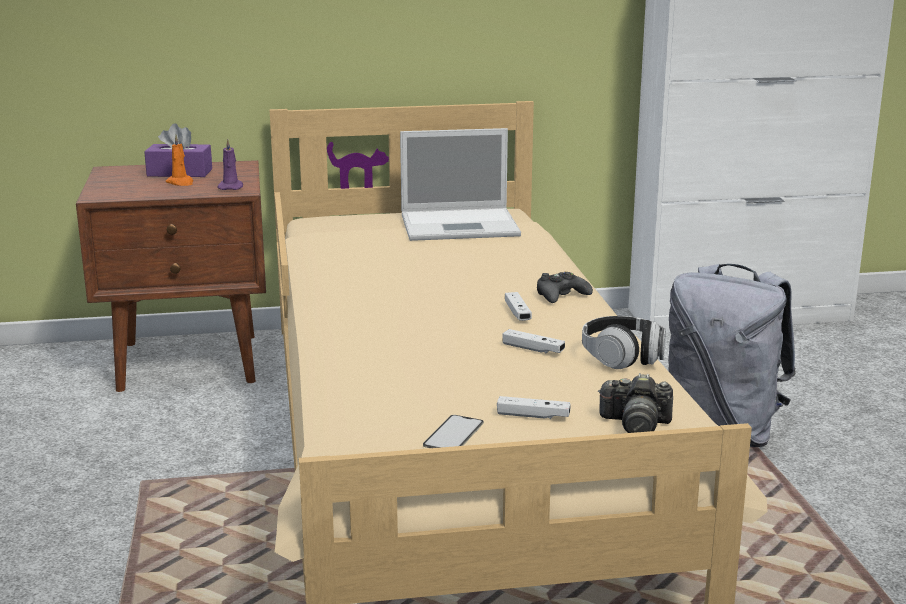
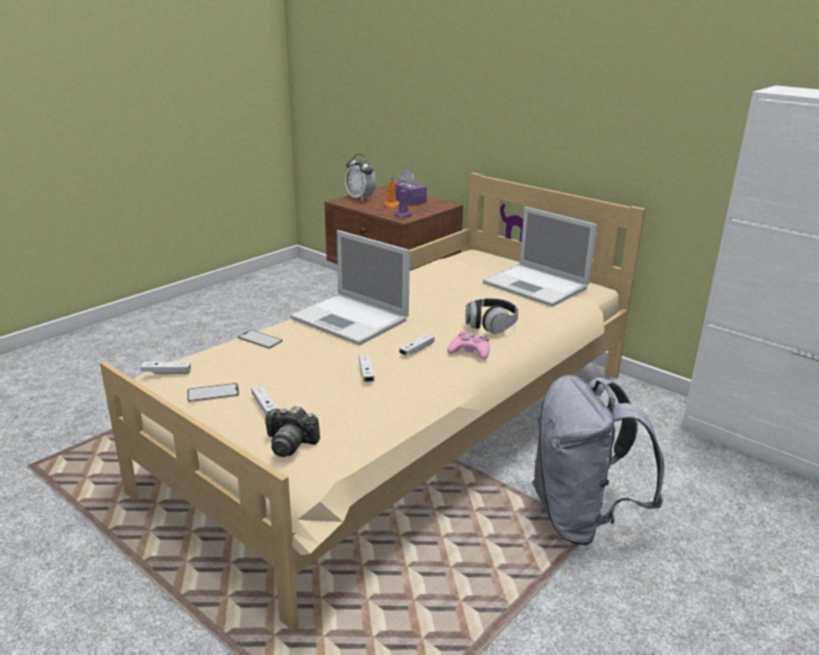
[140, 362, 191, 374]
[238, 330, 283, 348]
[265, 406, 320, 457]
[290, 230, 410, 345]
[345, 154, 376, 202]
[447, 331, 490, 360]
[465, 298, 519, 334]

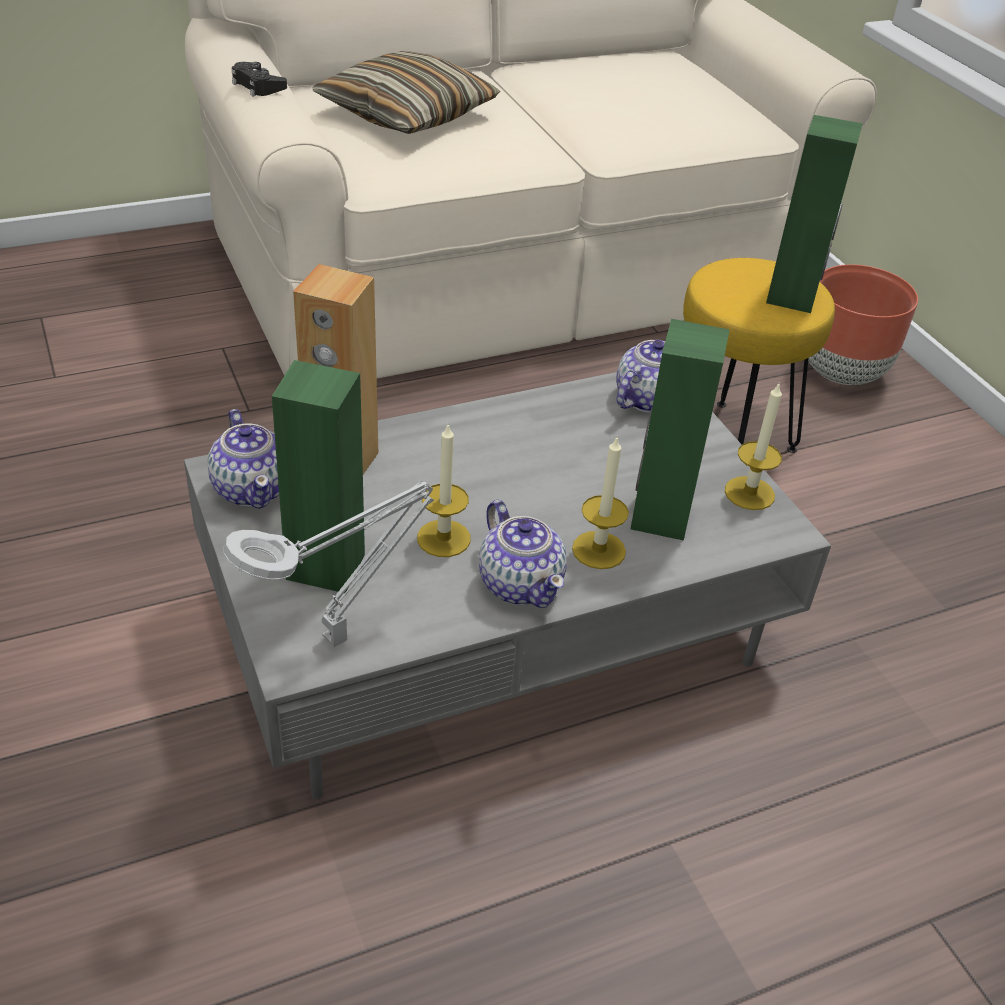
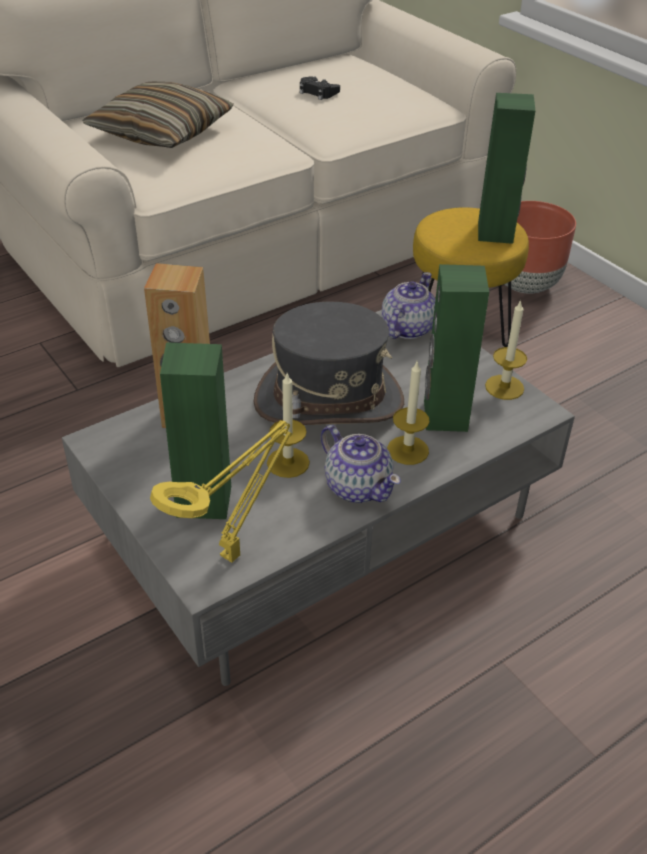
[150, 420, 293, 563]
[253, 301, 404, 425]
[300, 76, 340, 100]
[208, 409, 279, 509] (first image)

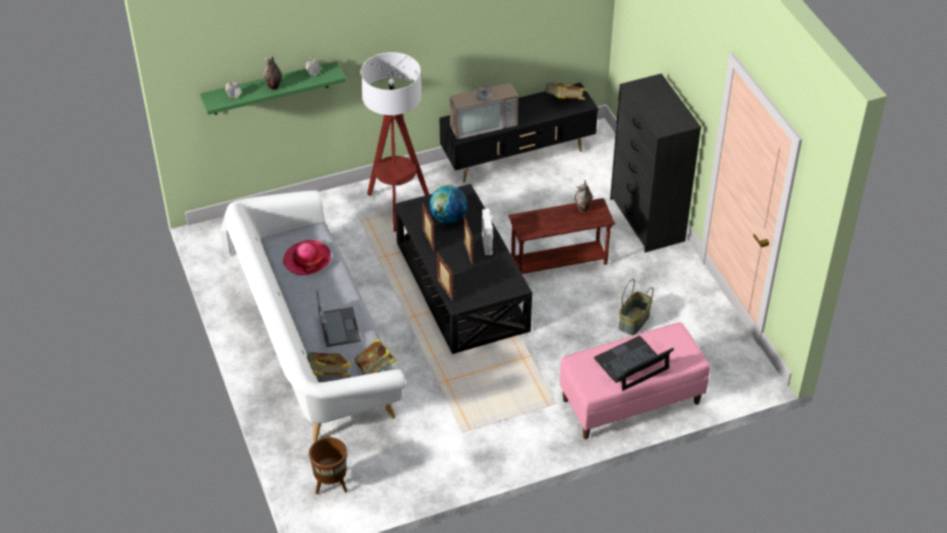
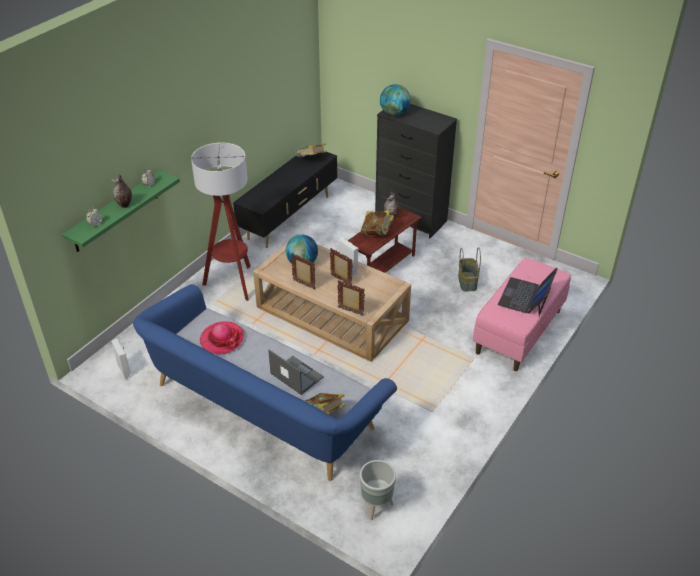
[133, 284, 397, 481]
[253, 241, 411, 362]
[360, 460, 396, 520]
[361, 210, 394, 236]
[380, 84, 410, 116]
[450, 67, 518, 139] (first image)

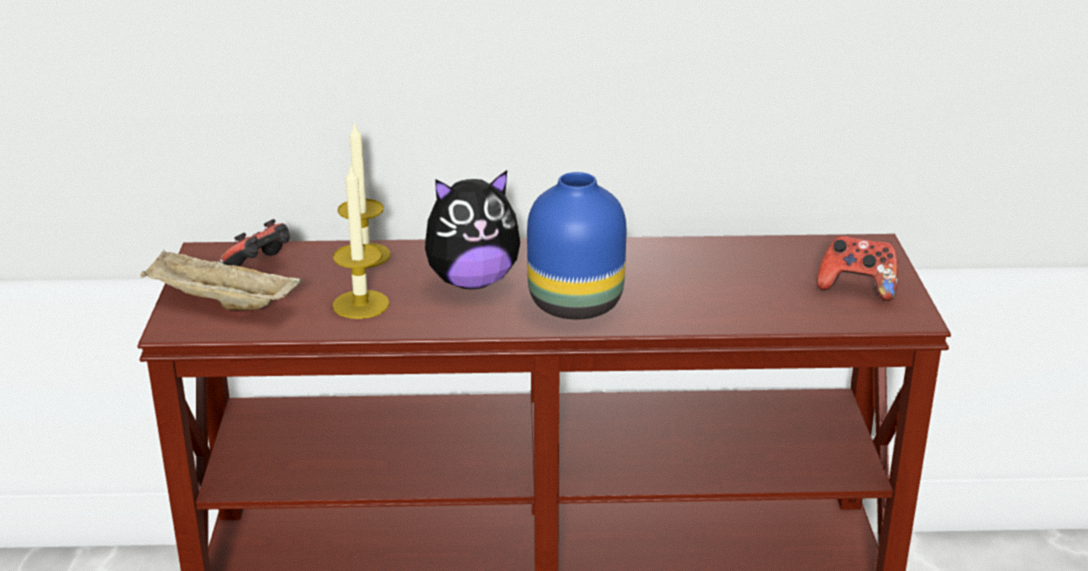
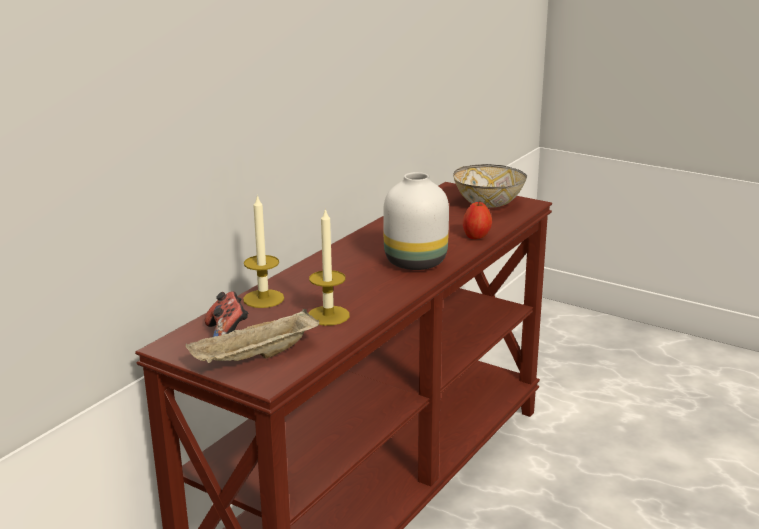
[383, 172, 449, 270]
[453, 164, 527, 208]
[463, 201, 492, 239]
[425, 170, 520, 289] (first image)

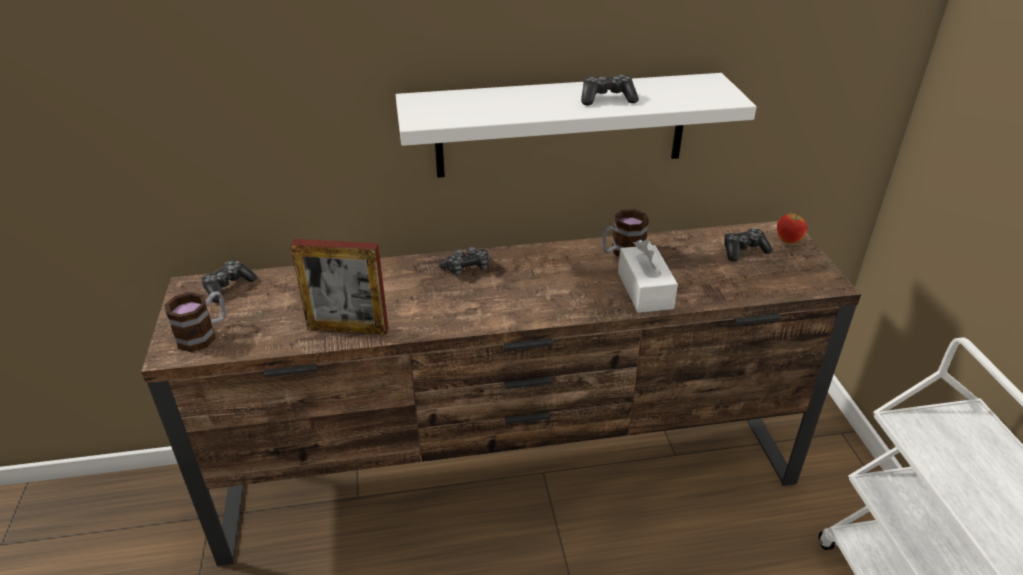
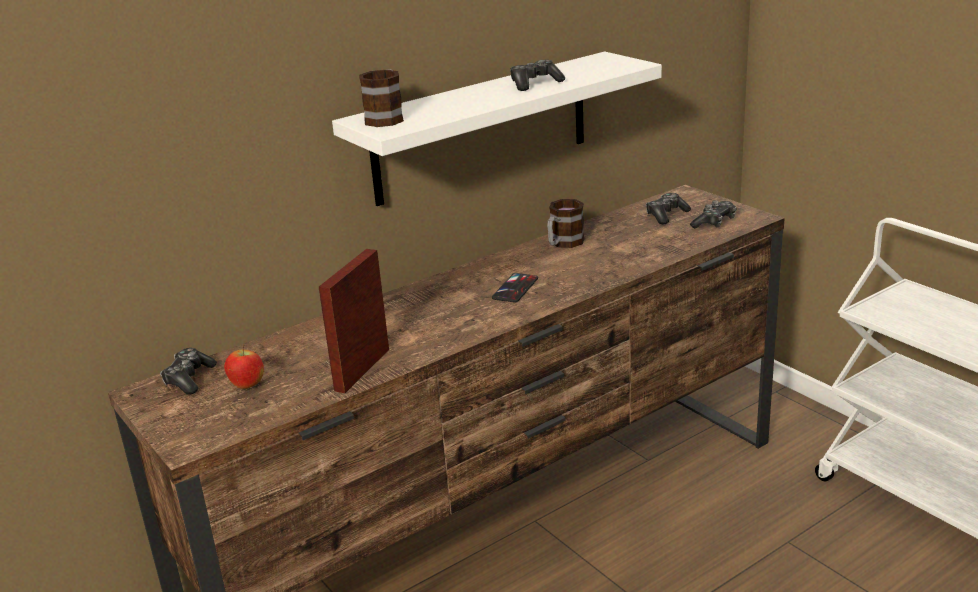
[224, 344, 264, 389]
[319, 249, 389, 393]
[359, 70, 404, 127]
[492, 273, 538, 303]
[690, 200, 737, 228]
[618, 239, 678, 313] (first image)

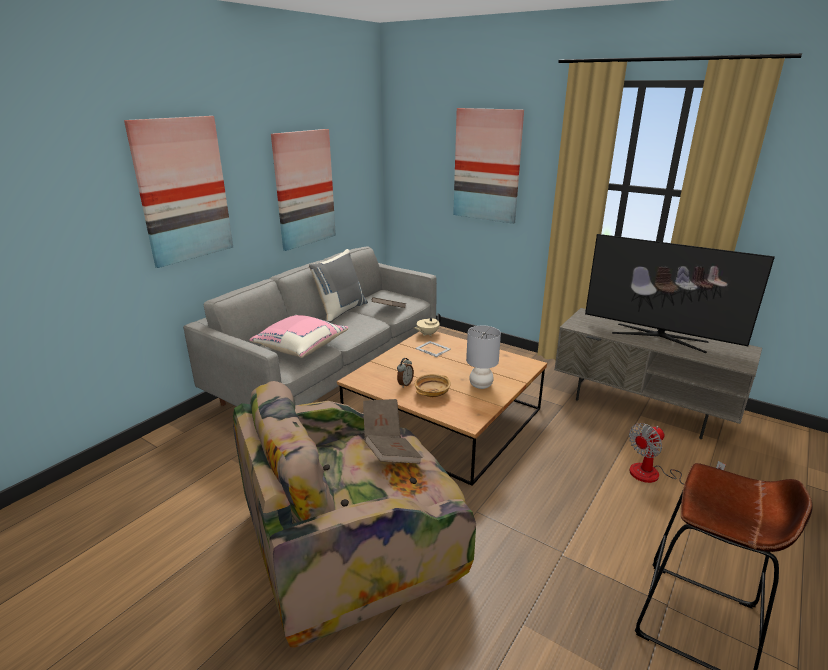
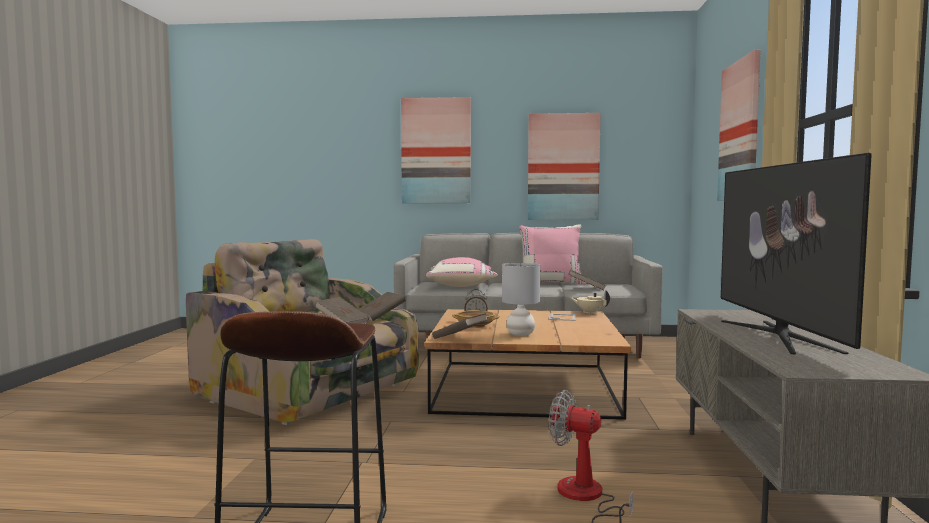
[432, 313, 487, 339]
[519, 224, 586, 285]

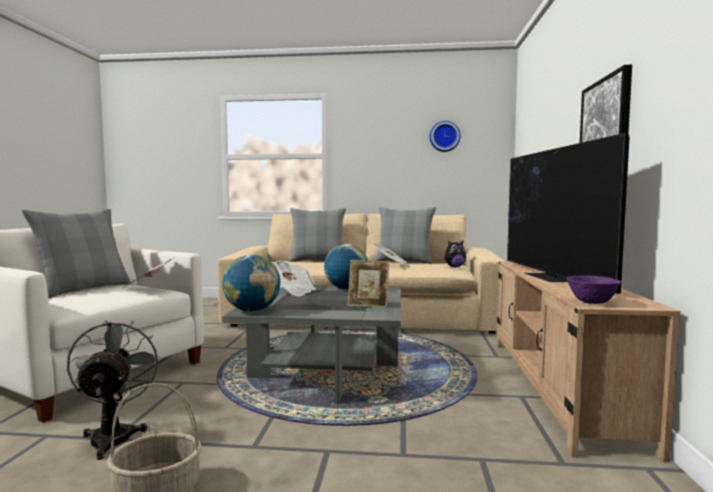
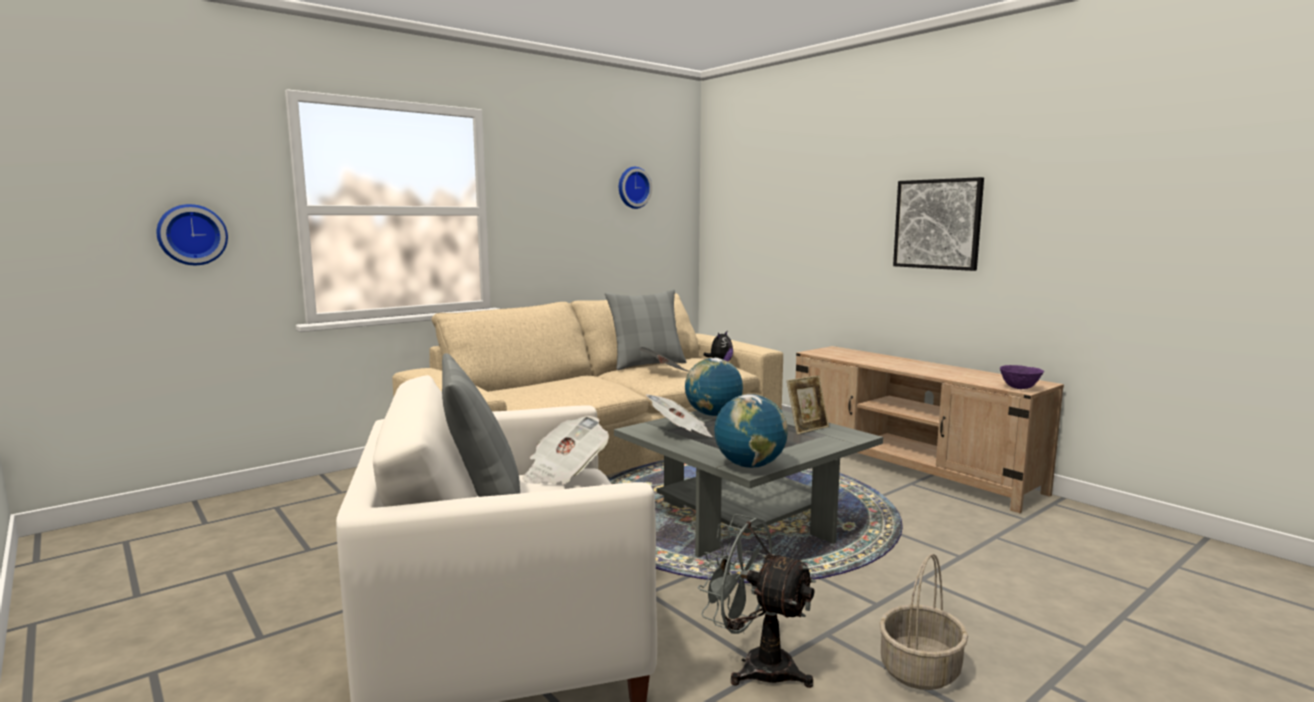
[156, 204, 228, 265]
[289, 208, 346, 262] (first image)
[507, 133, 630, 293] (first image)

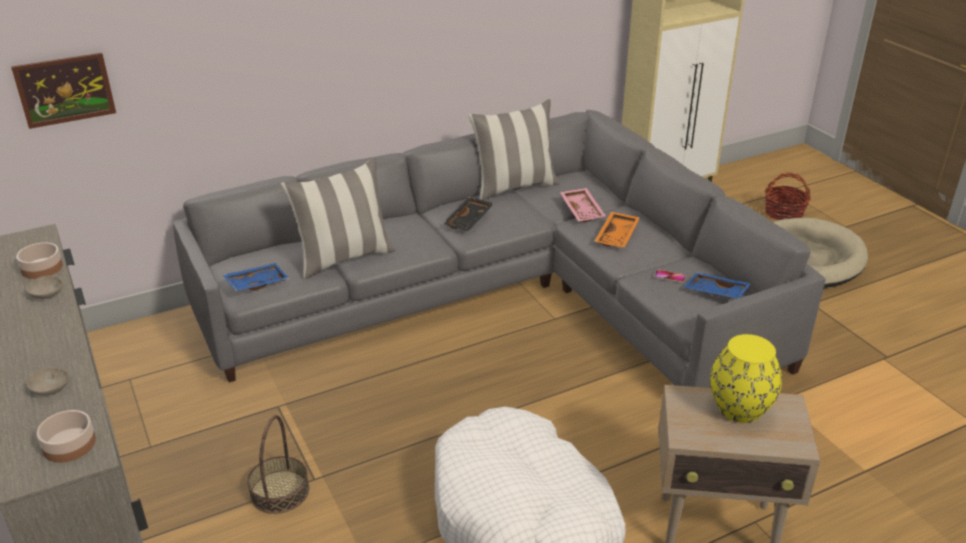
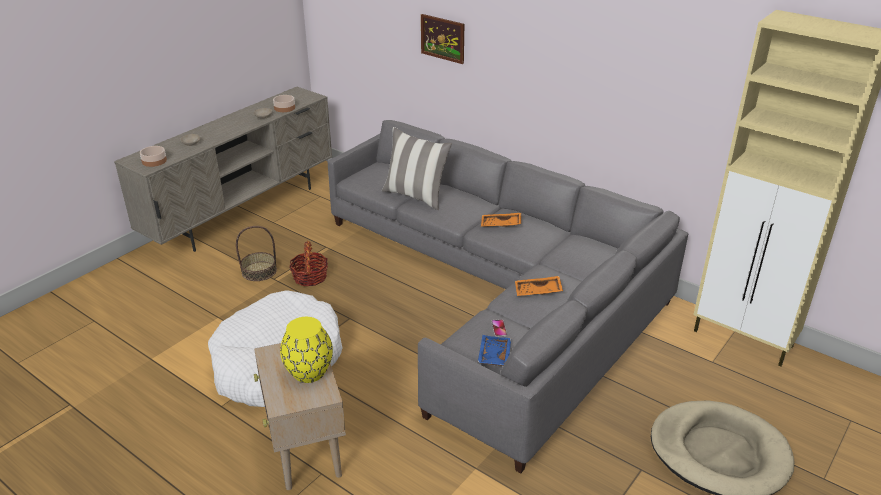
[290, 241, 328, 286]
[421, 14, 464, 64]
[481, 213, 521, 227]
[223, 263, 290, 291] (first image)
[468, 99, 560, 200] (first image)
[560, 188, 606, 222] (first image)

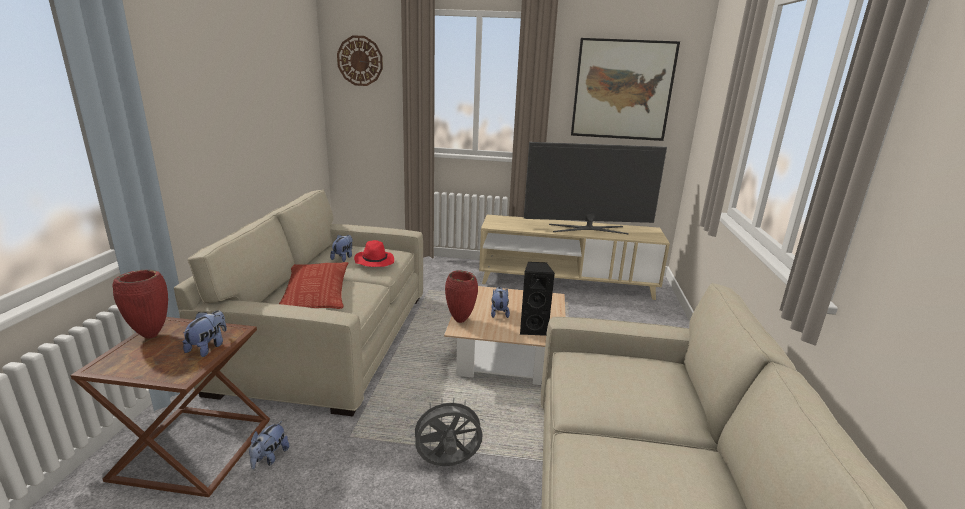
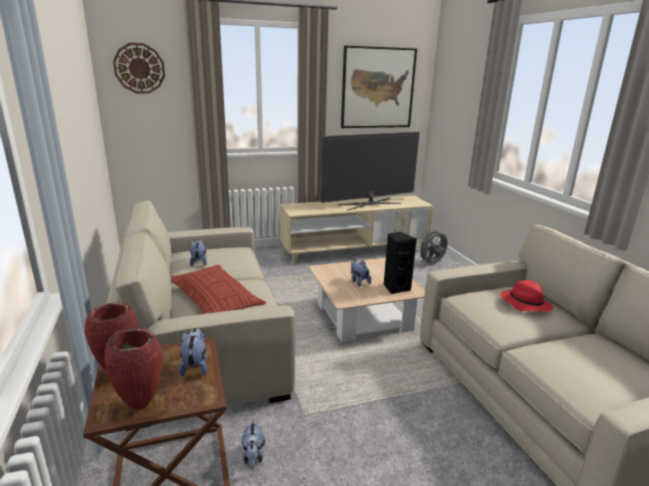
[104, 328, 162, 410]
[418, 229, 448, 264]
[500, 280, 553, 312]

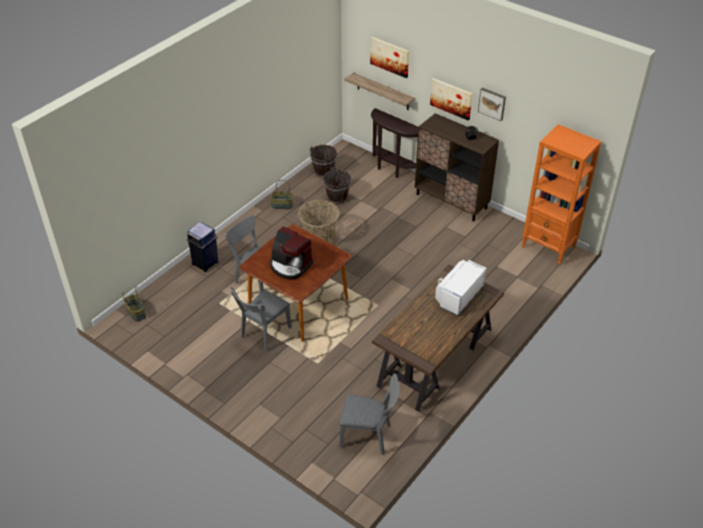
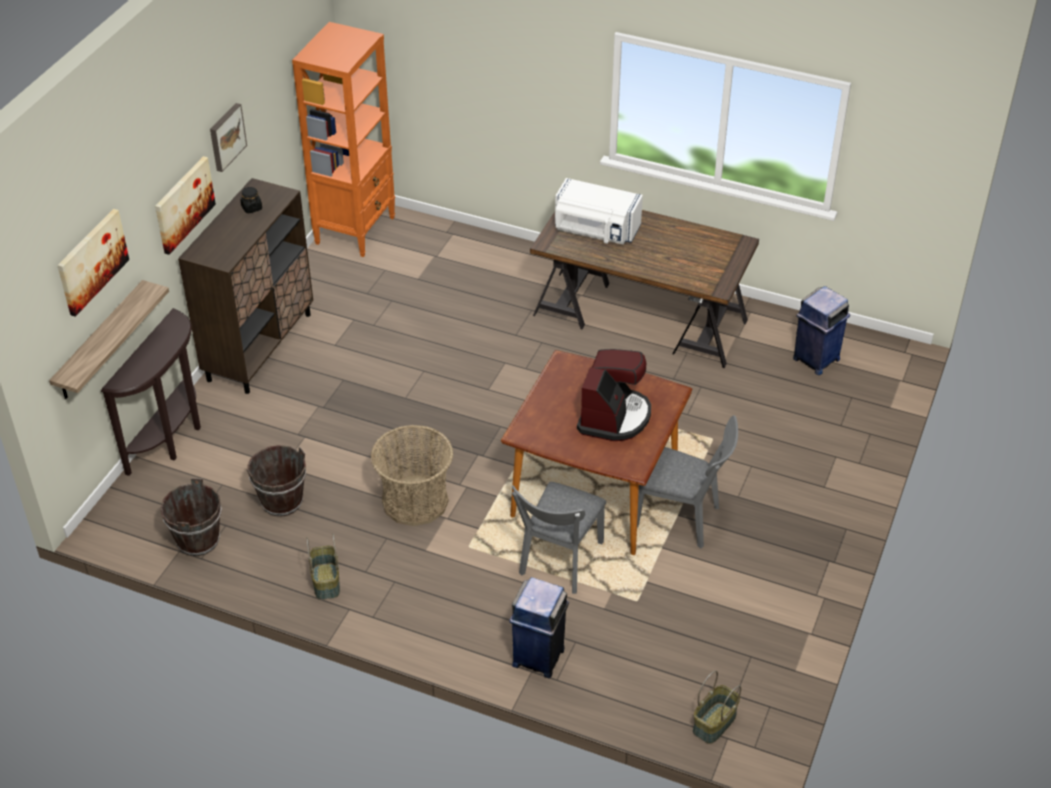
[793, 286, 850, 375]

